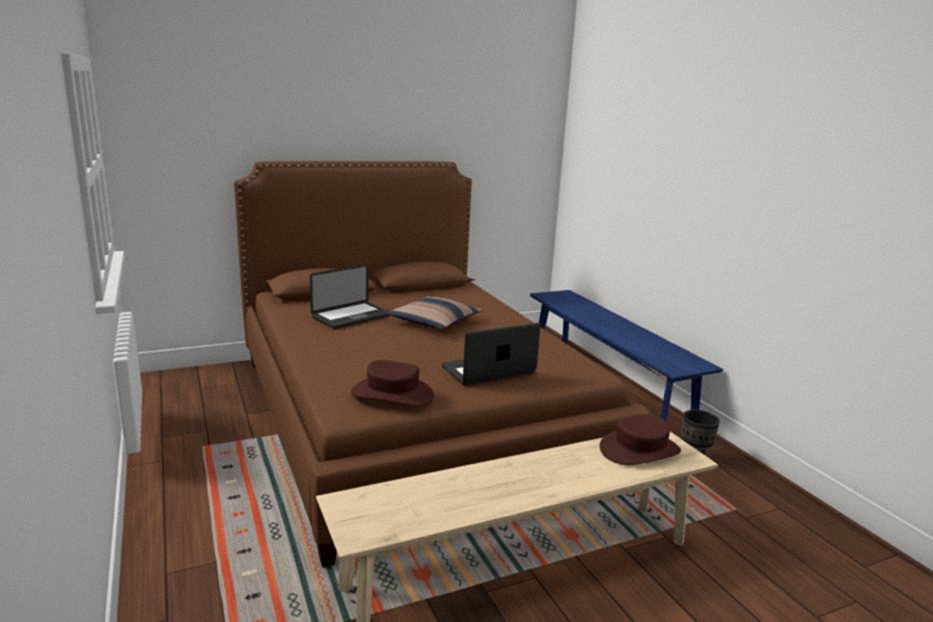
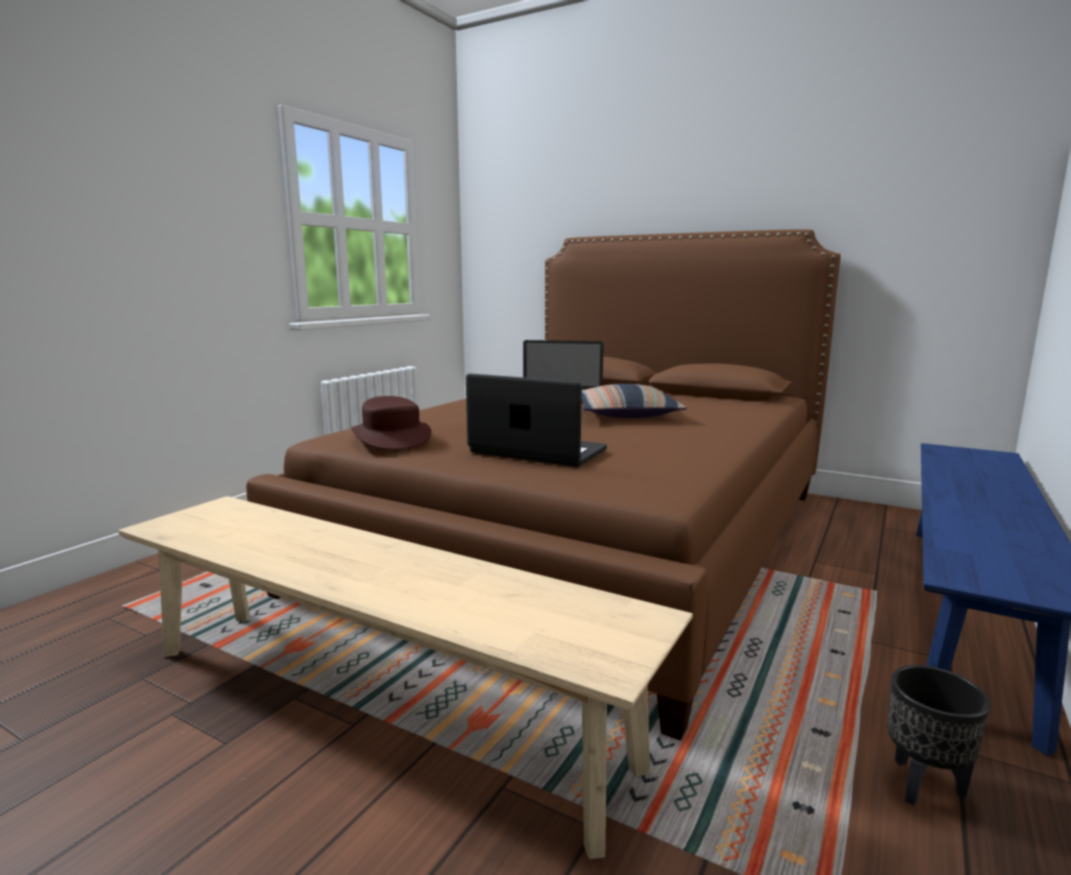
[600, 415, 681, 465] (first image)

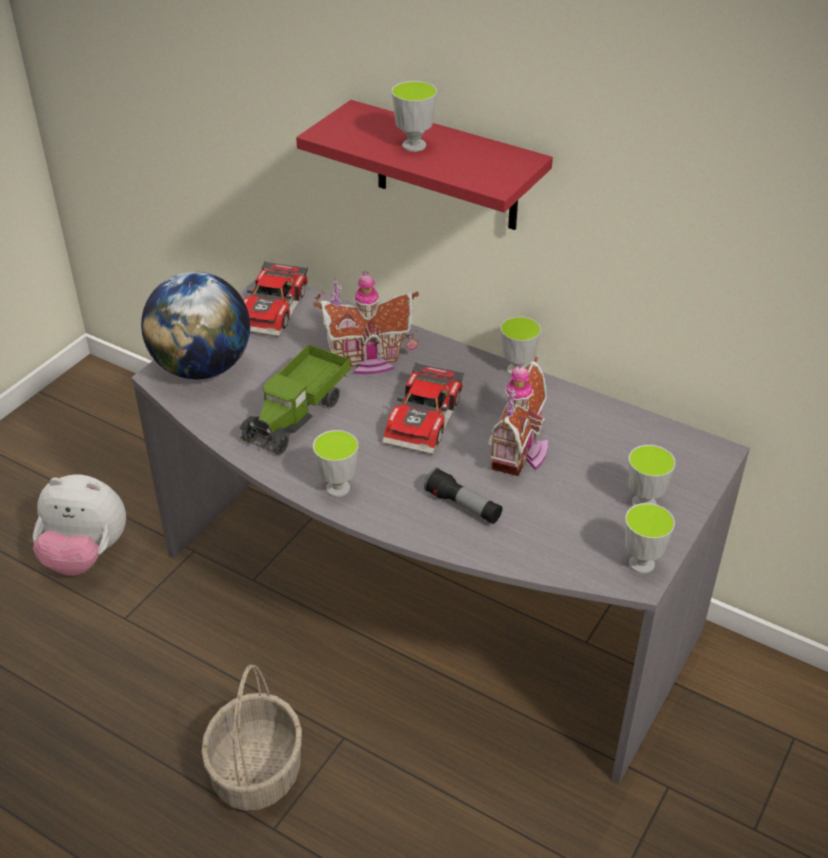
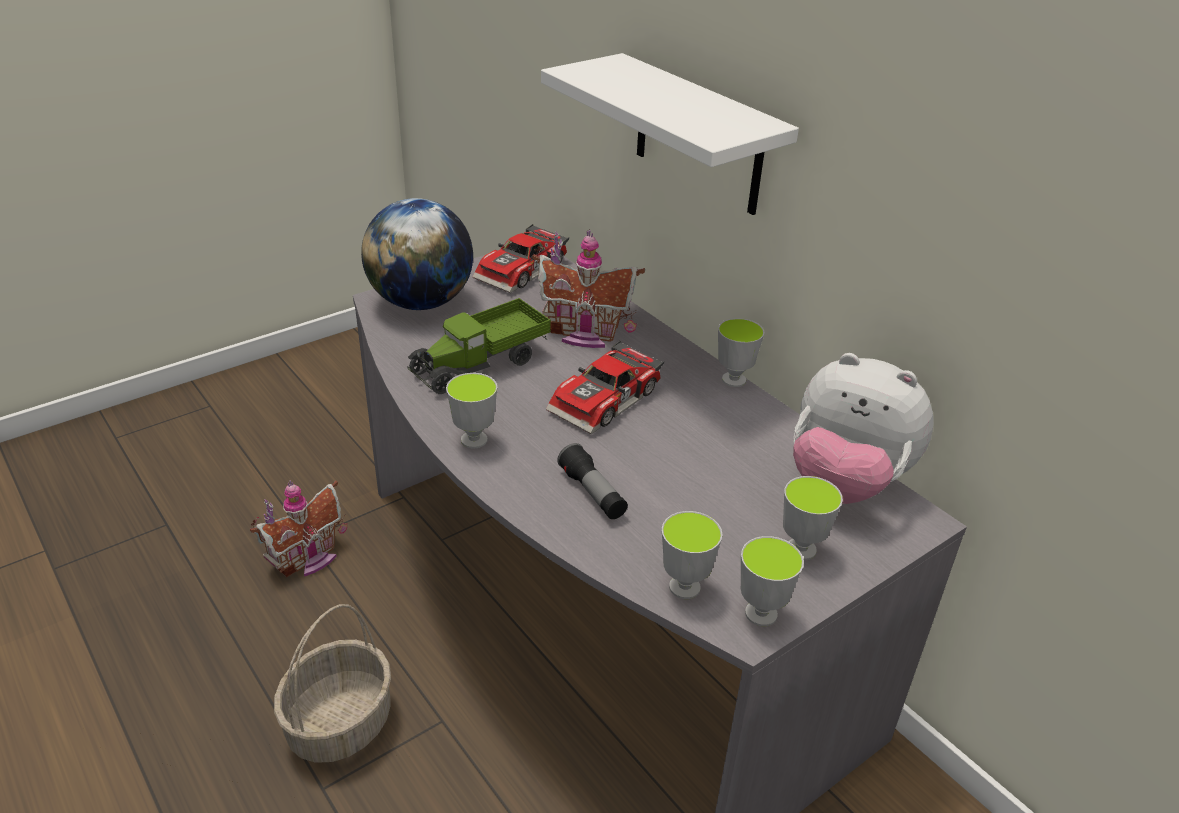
[250, 481, 347, 577]
[541, 53, 799, 215]
[662, 511, 722, 599]
[793, 353, 934, 504]

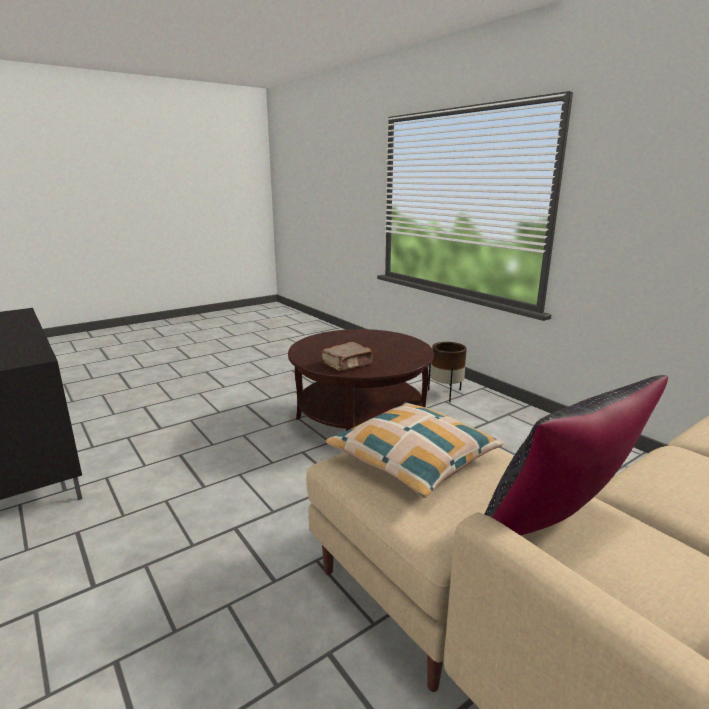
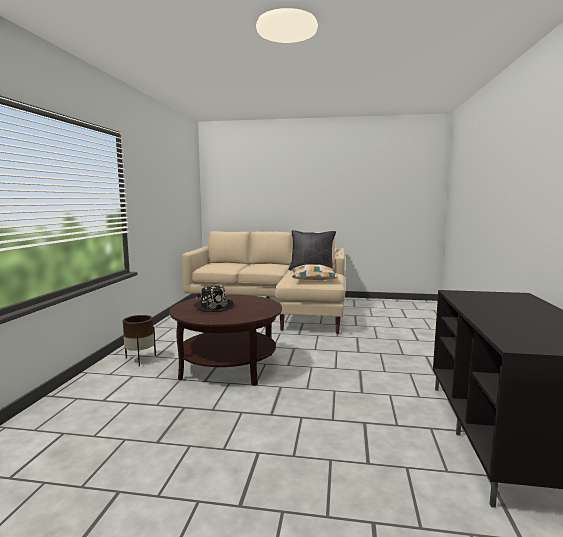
[194, 284, 234, 312]
[322, 342, 373, 371] (first image)

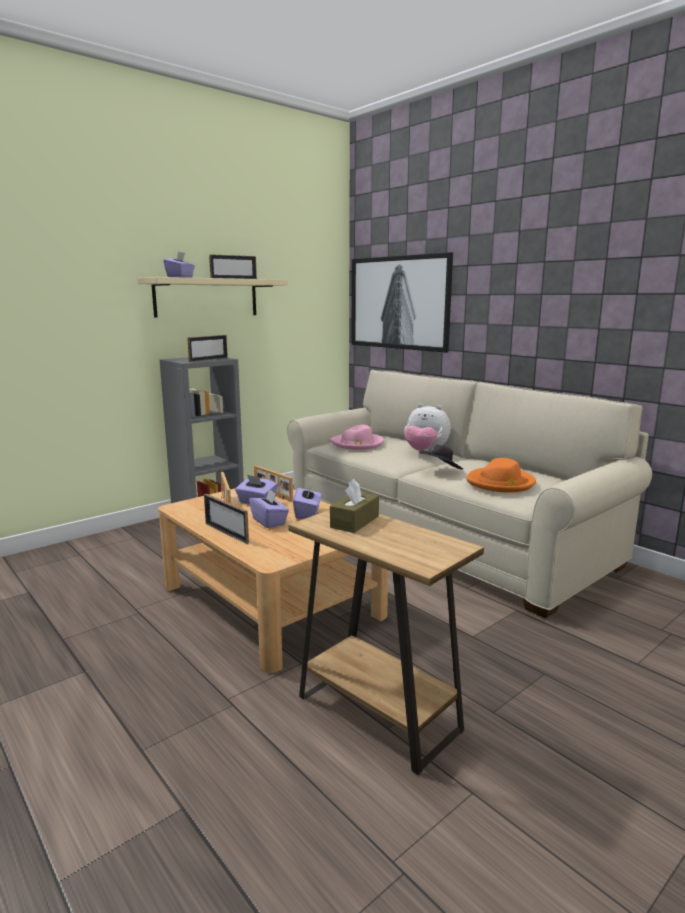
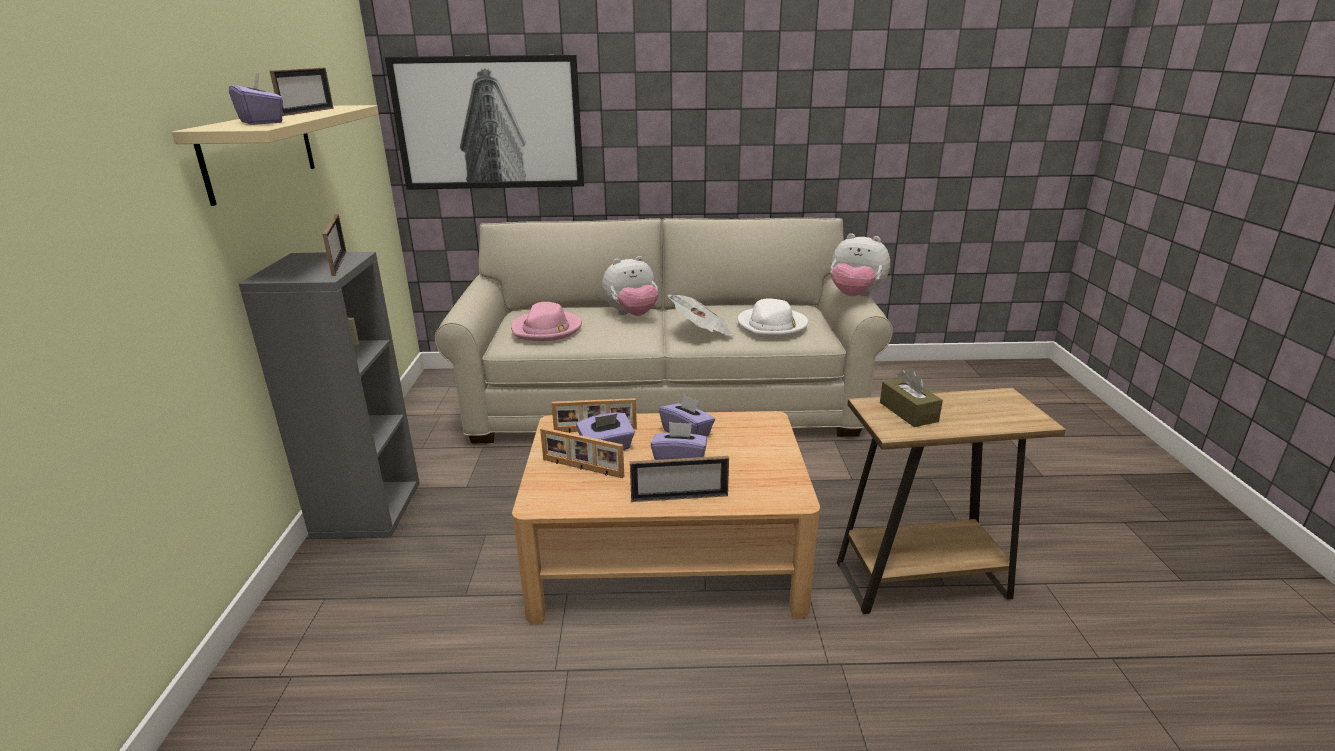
[668, 295, 733, 336]
[738, 298, 808, 338]
[830, 233, 890, 296]

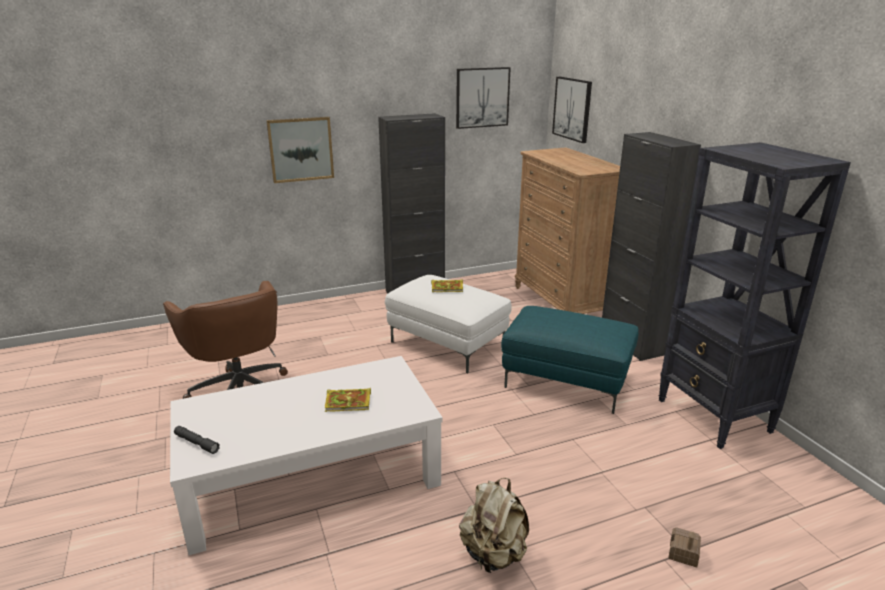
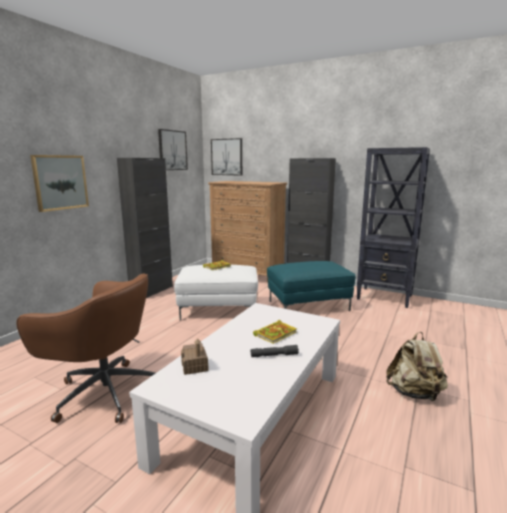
[181, 338, 209, 375]
[251, 345, 299, 357]

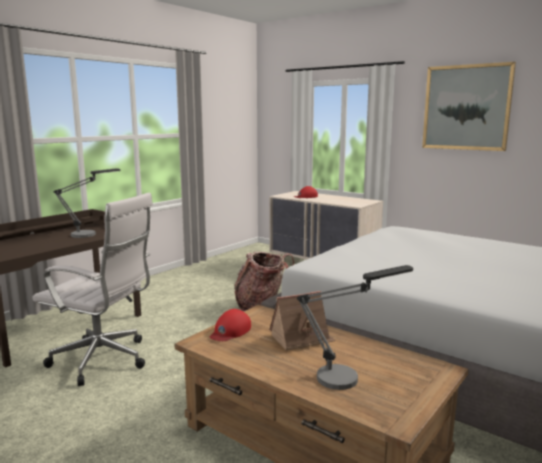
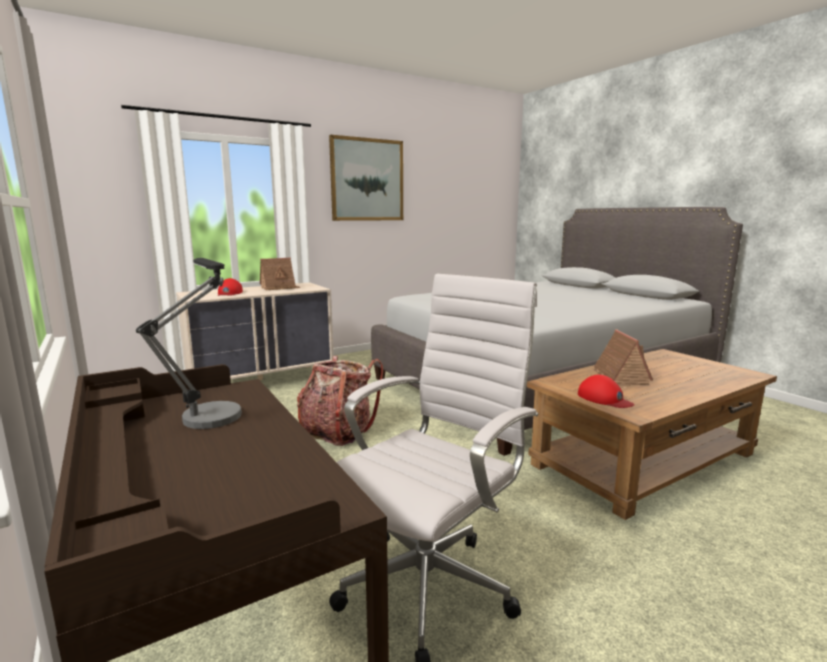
[260, 258, 300, 290]
[297, 265, 413, 390] (first image)

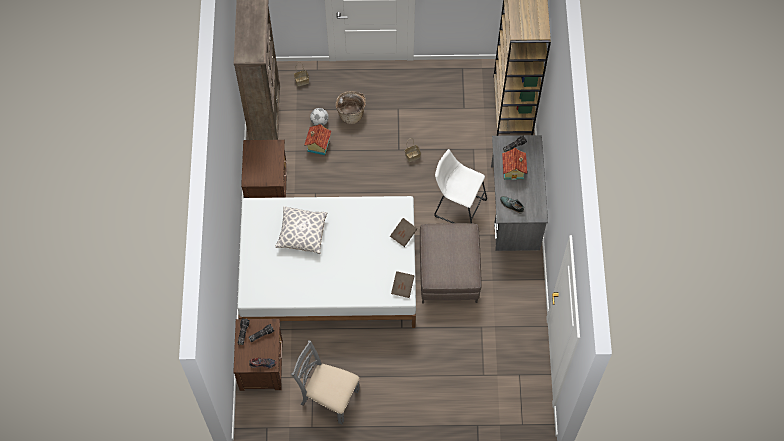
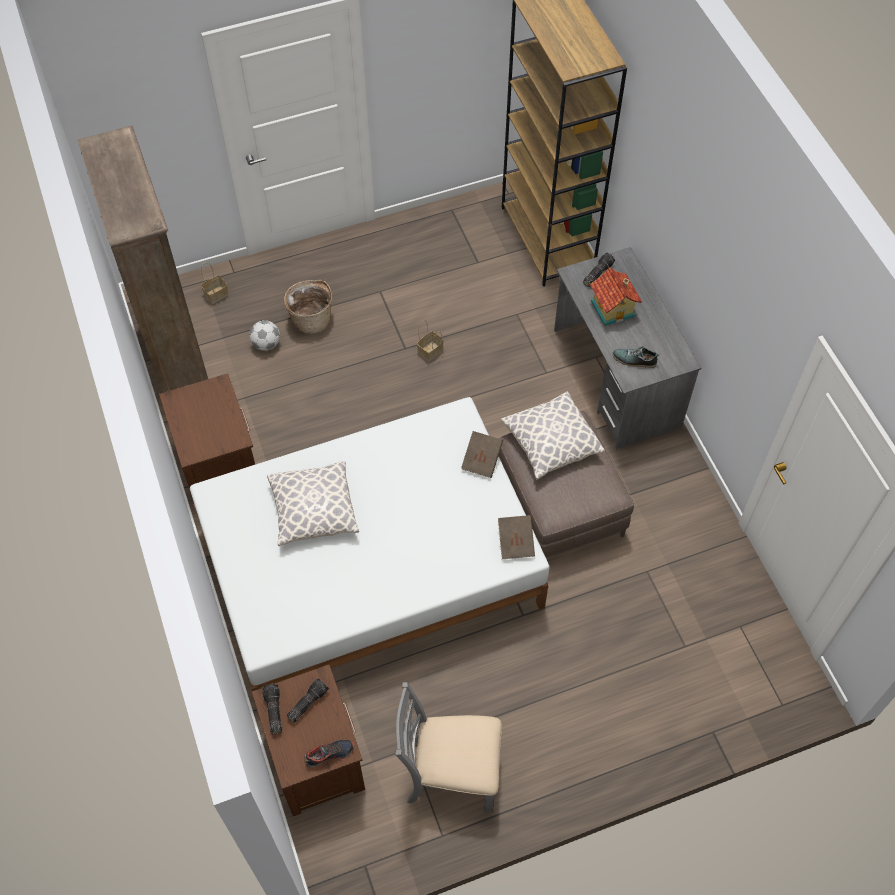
[501, 391, 605, 480]
[304, 124, 331, 155] (first image)
[434, 149, 487, 223] (first image)

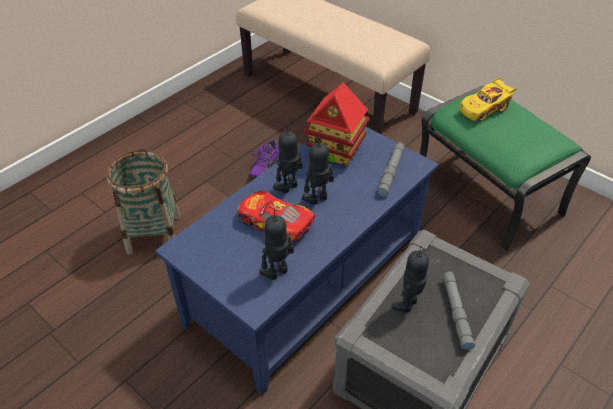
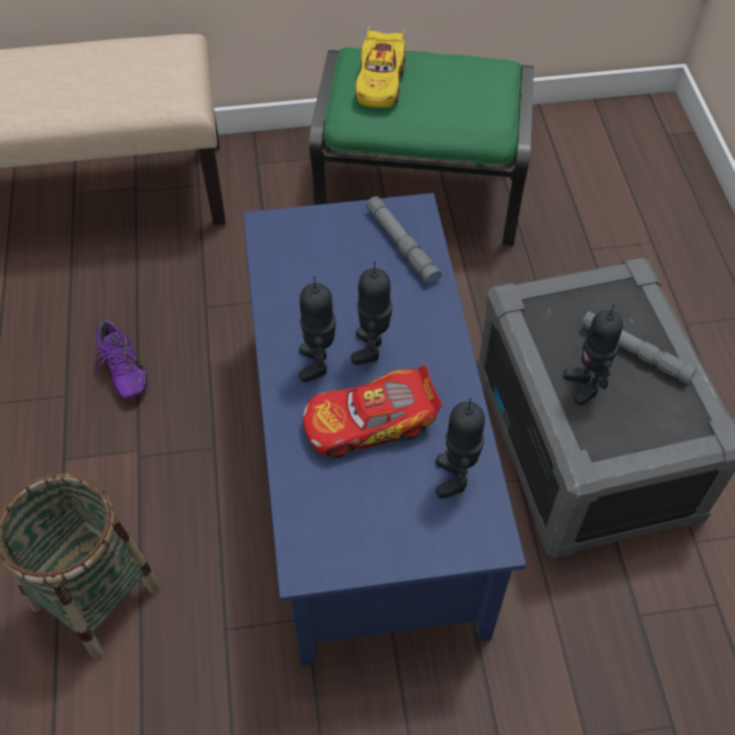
[304, 82, 370, 166] (first image)

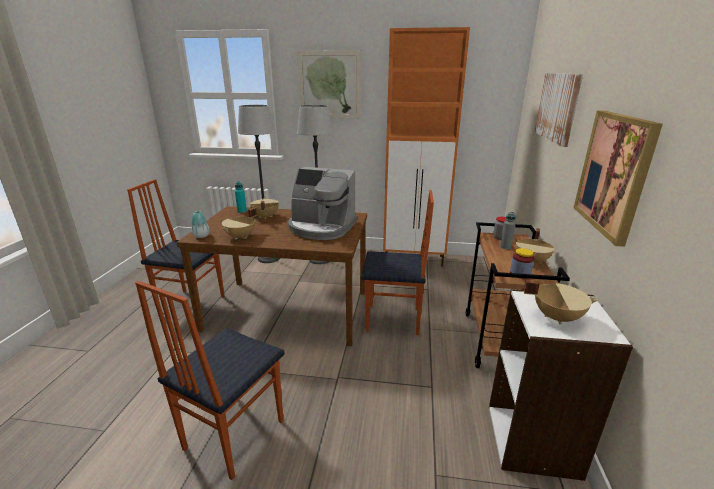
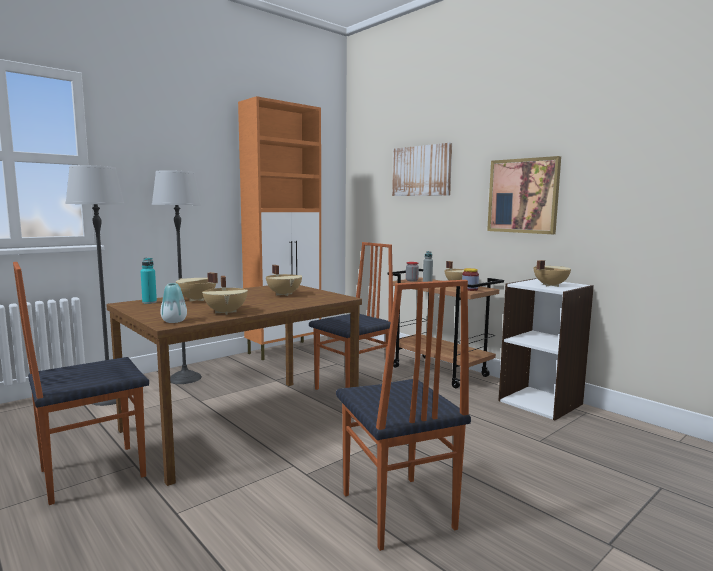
[266, 265, 302, 296]
[297, 50, 361, 119] (first image)

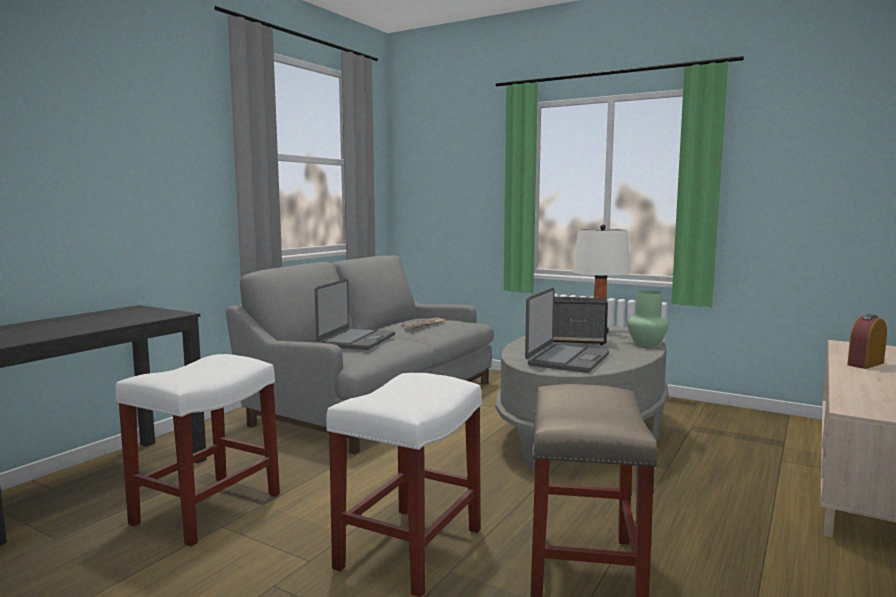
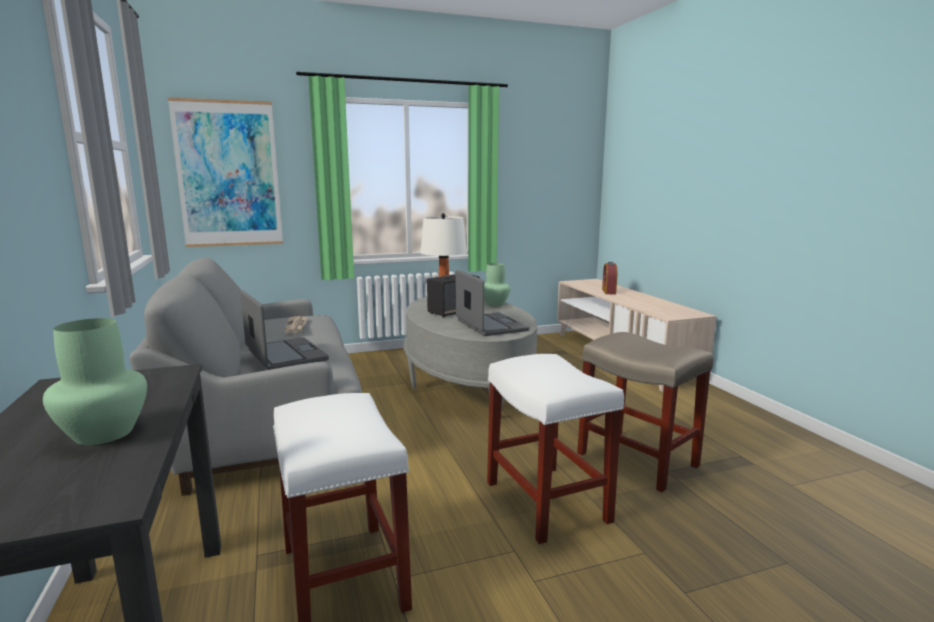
[43, 318, 147, 445]
[167, 97, 283, 247]

